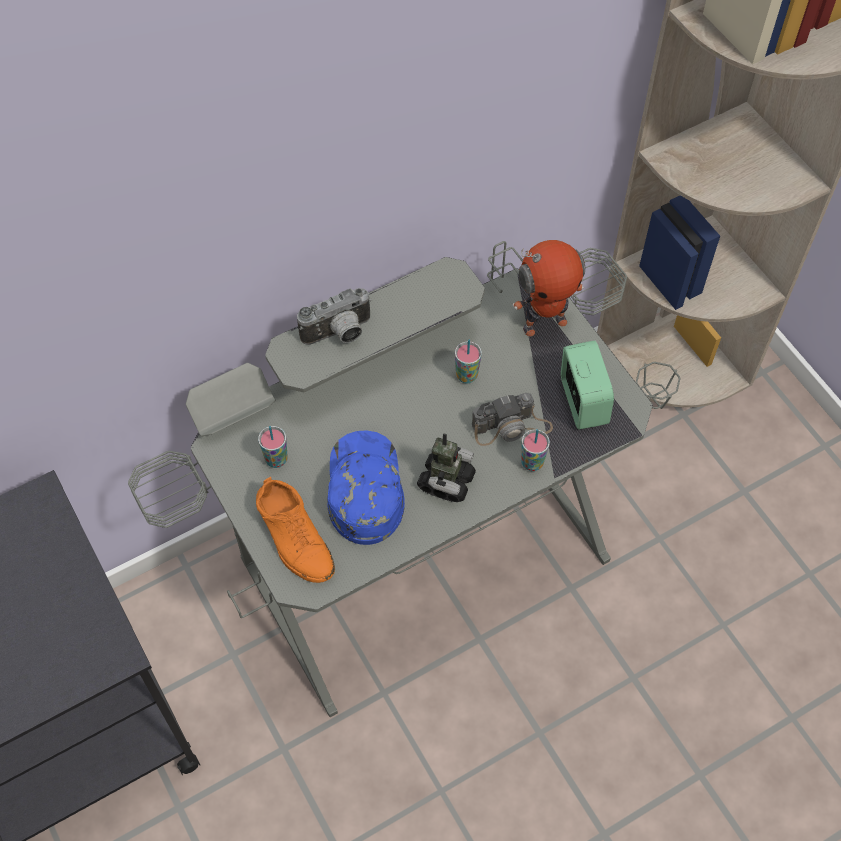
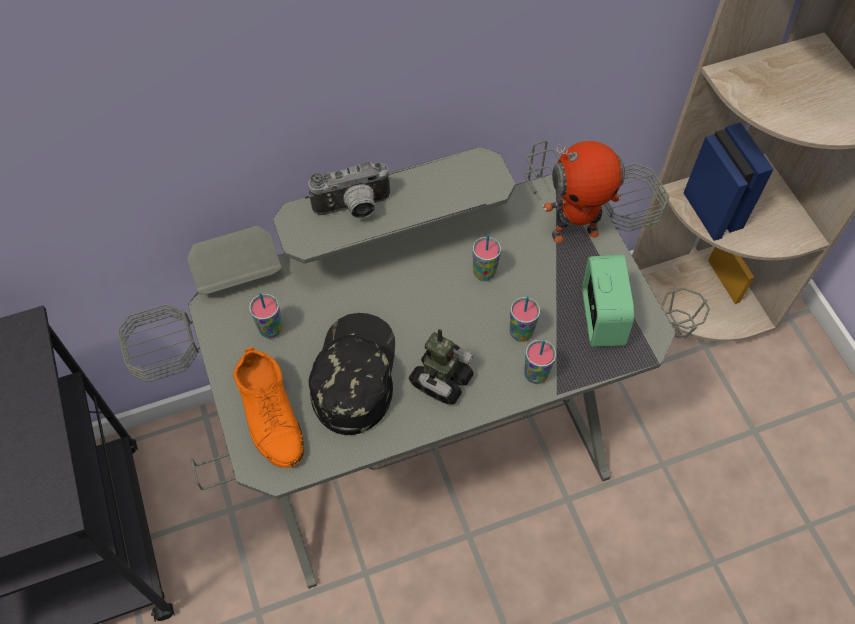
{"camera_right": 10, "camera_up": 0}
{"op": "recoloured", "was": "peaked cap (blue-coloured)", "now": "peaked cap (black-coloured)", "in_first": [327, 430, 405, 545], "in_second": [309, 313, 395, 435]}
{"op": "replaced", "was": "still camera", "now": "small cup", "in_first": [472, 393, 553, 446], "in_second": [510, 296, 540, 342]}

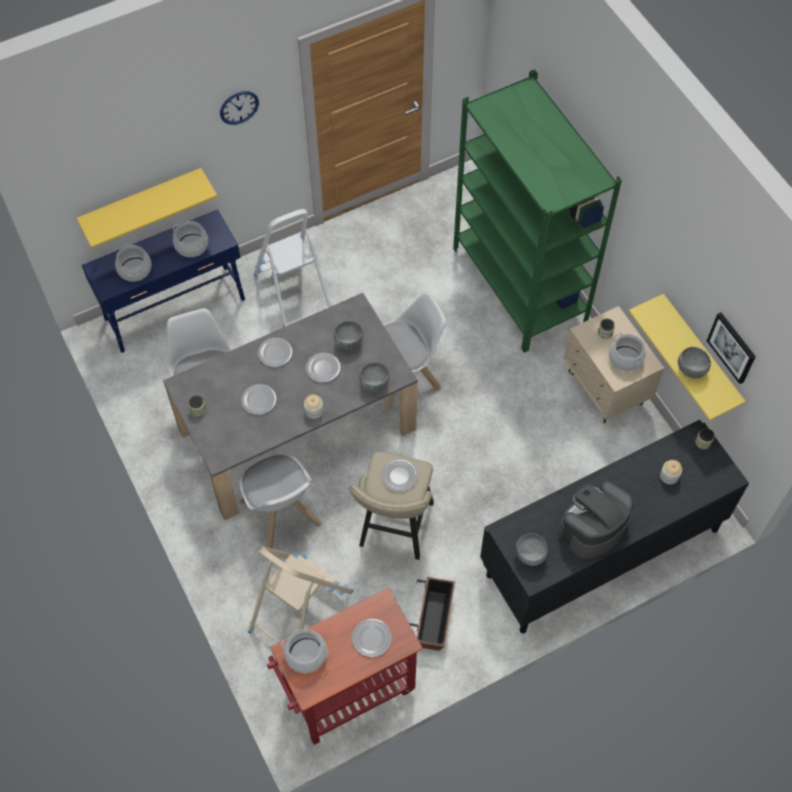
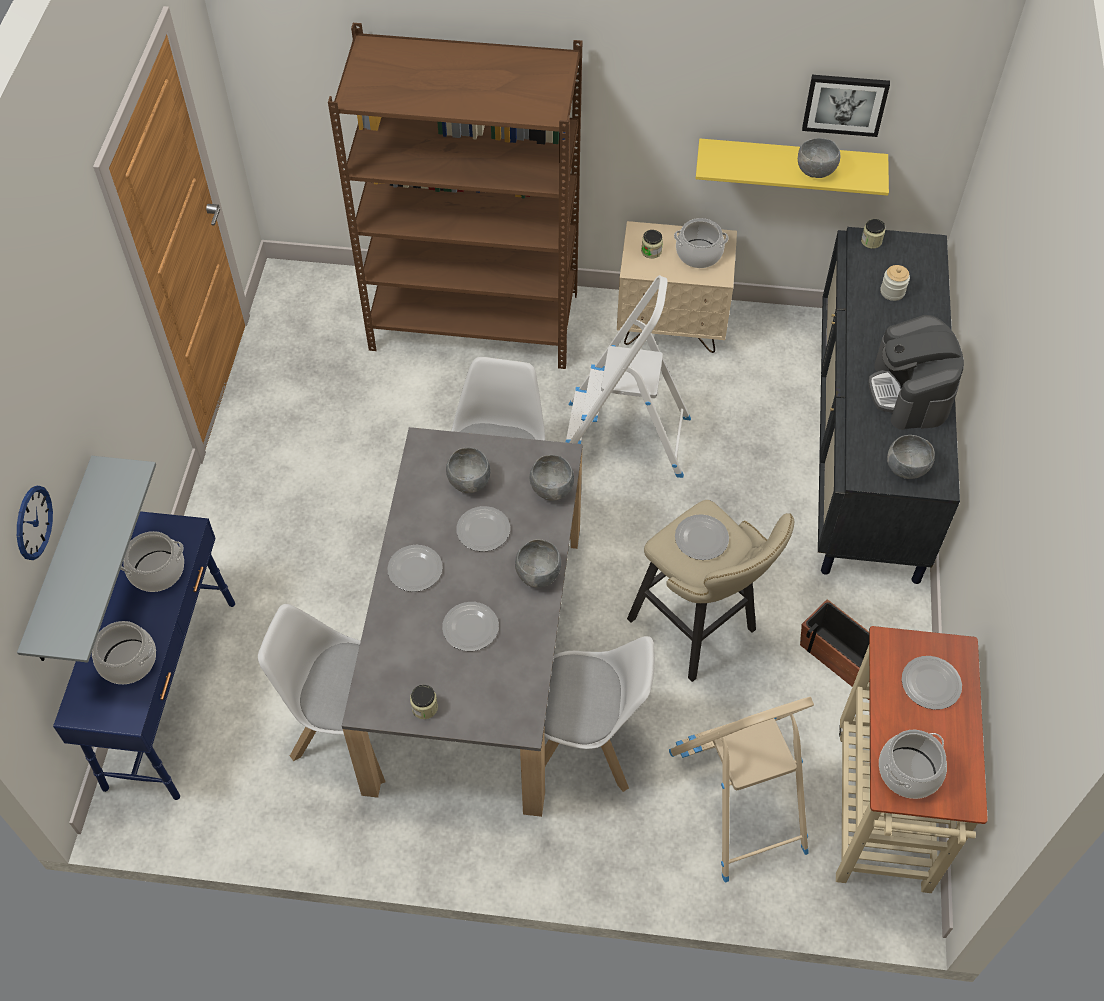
{"camera_right": -55, "camera_up": -5}
{"op": "recoloured", "was": "bracket shelf (yellowish)", "now": "bracket shelf (greyish)", "in_first": [77, 168, 217, 248], "in_second": [17, 456, 156, 663]}
{"op": "moved", "was": "wall clock", "in_first": [220, 91, 259, 125], "in_second": [17, 486, 53, 560]}
{"op": "moved", "was": "stepladder (white-coloured)", "in_first": [254, 209, 331, 327], "in_second": [565, 275, 691, 478]}
{"op": "recoloured", "was": "cart (red-coloured)", "now": "cart (beige-coloured)", "in_first": [267, 588, 422, 745], "in_second": [836, 626, 988, 893]}
{"op": "replaced", "was": "preserve jar", "now": "bowl (greyish)", "in_first": [304, 394, 323, 419], "in_second": [515, 539, 561, 588]}
{"op": "recoloured", "was": "shelving unit (greenish)", "now": "shelving unit (brown-coloured)", "in_first": [453, 69, 622, 353], "in_second": [328, 23, 582, 369]}

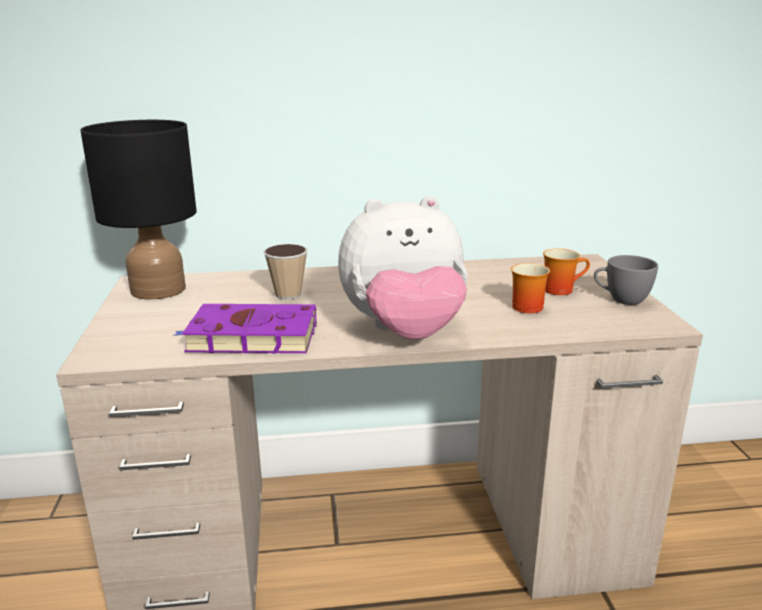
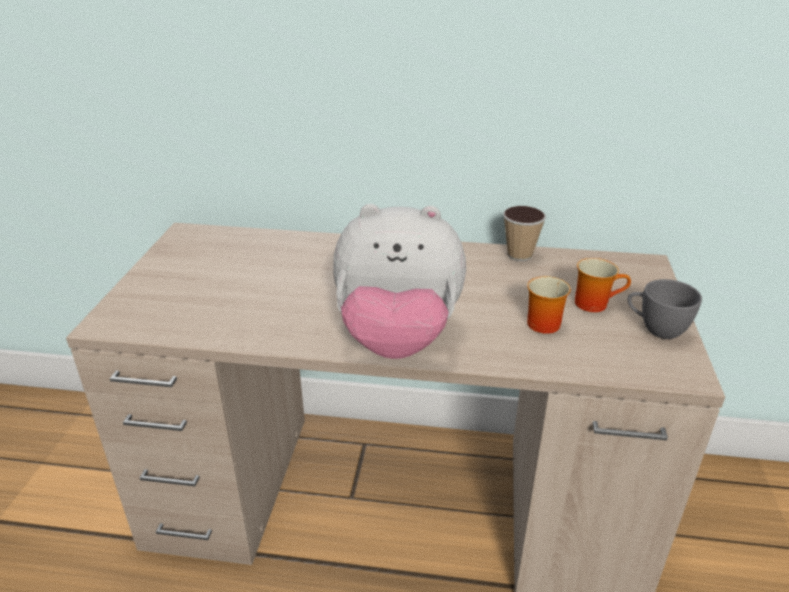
{"camera_right": 15, "camera_up": 10}
{"op": "removed", "was": "tabletop lamp (black-coloured)", "in_first": [80, 120, 197, 299]}
{"op": "removed", "was": "bound book (purplish)", "in_first": [174, 304, 317, 354]}
{"op": "moved", "was": "small cup", "in_first": [264, 244, 307, 300], "in_second": [503, 206, 546, 261]}

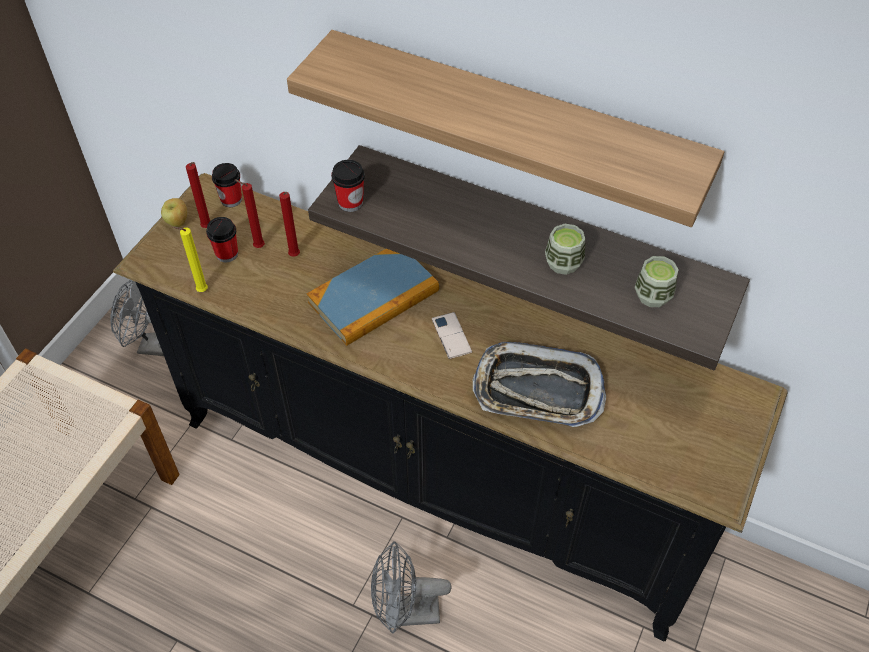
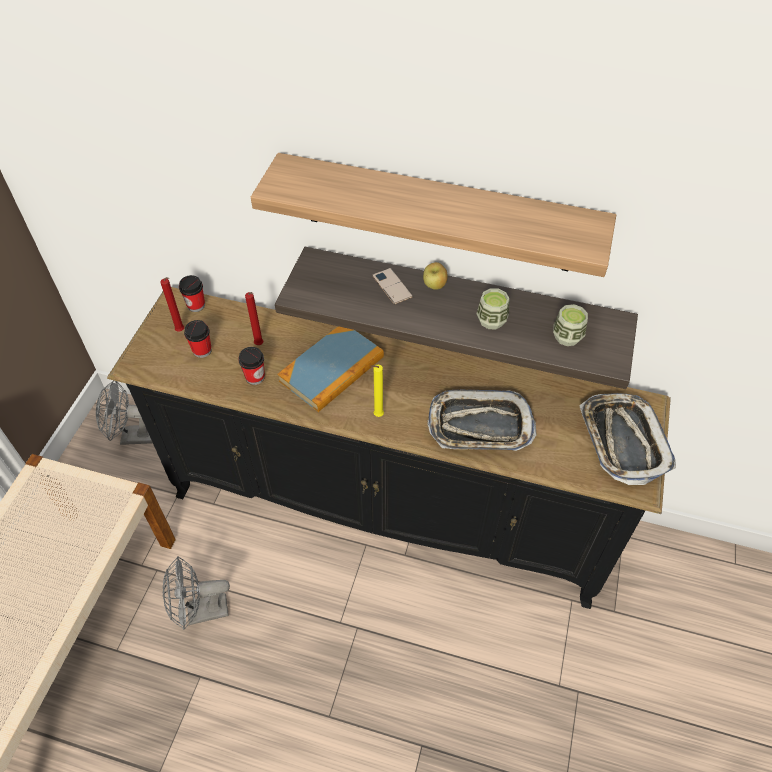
{"camera_right": -10, "camera_up": 0}
{"op": "moved", "was": "apple", "in_first": [161, 198, 187, 227], "in_second": [423, 262, 448, 290]}
{"op": "moved", "was": "wax light (yellowish)", "in_first": [172, 227, 208, 292], "in_second": [370, 365, 384, 417]}
{"op": "removed", "was": "wax light (red-coloured)", "in_first": [235, 180, 265, 248]}
{"op": "moved", "was": "small cup", "in_first": [331, 160, 365, 212], "in_second": [238, 347, 265, 385]}
{"op": "moved", "was": "fan (greyish)", "in_first": [371, 541, 451, 633], "in_second": [163, 556, 230, 630]}
{"op": "moved", "was": "handset", "in_first": [432, 312, 472, 359], "in_second": [372, 268, 413, 304]}
{"op": "added", "now": "tray", "in_second": [579, 393, 676, 485]}

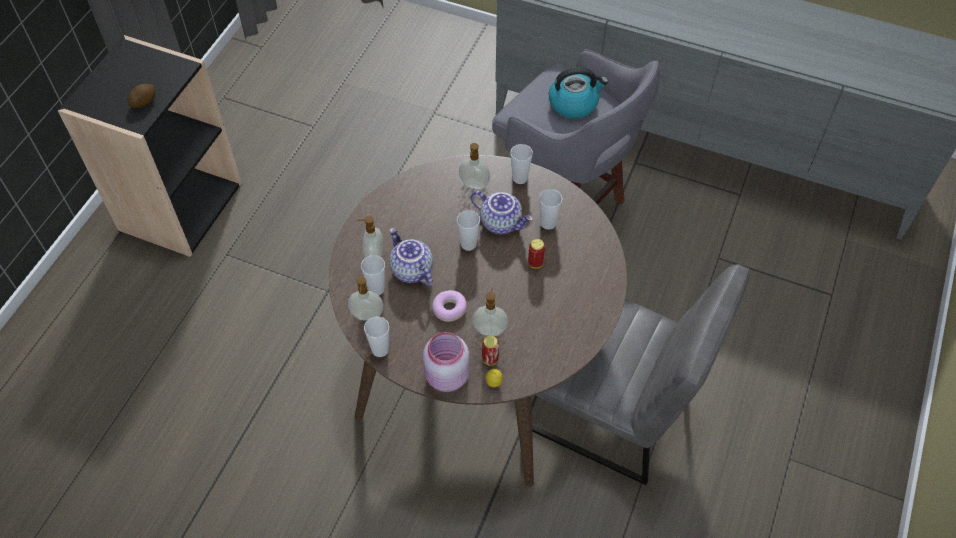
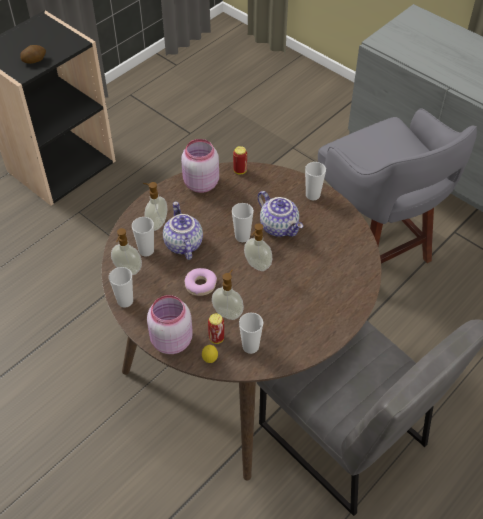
{"camera_right": 20, "camera_up": -5}
{"op": "moved", "was": "liquid soap bottle", "in_first": [459, 143, 490, 190], "in_second": [244, 223, 272, 271]}
{"op": "moved", "was": "metal can", "in_first": [528, 239, 545, 268], "in_second": [233, 146, 247, 174]}
{"op": "moved", "was": "small cup", "in_first": [539, 189, 563, 230], "in_second": [239, 312, 264, 354]}
{"op": "removed", "was": "water kettle", "in_first": [549, 67, 608, 119]}
{"op": "added", "now": "preserve jar (pink-coloured)", "in_second": [181, 139, 219, 193]}

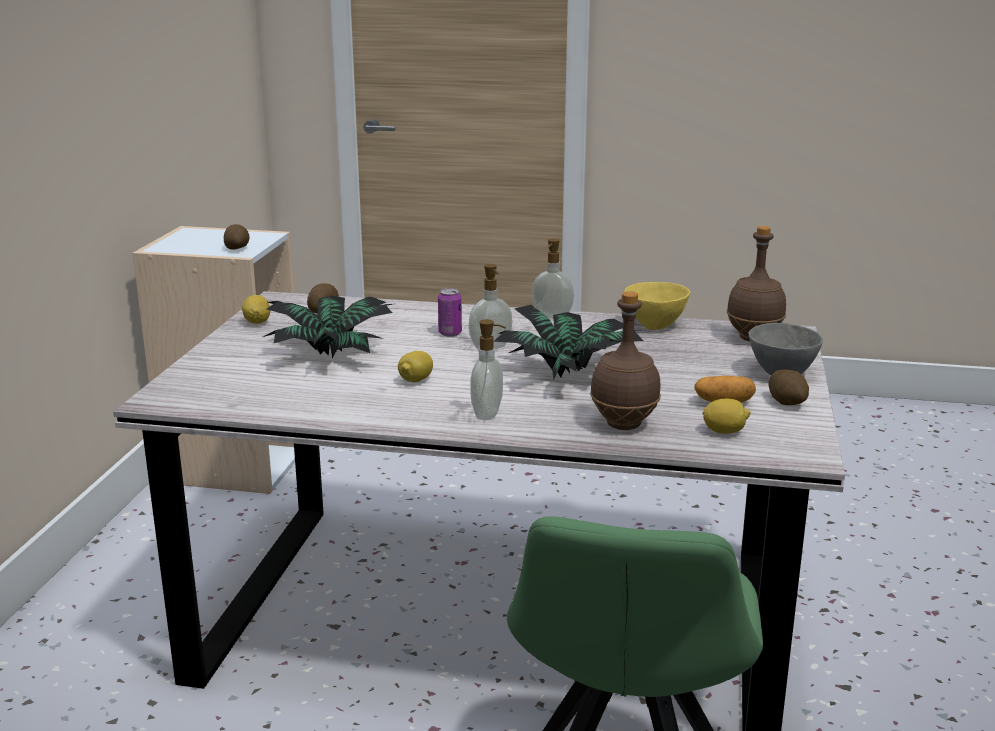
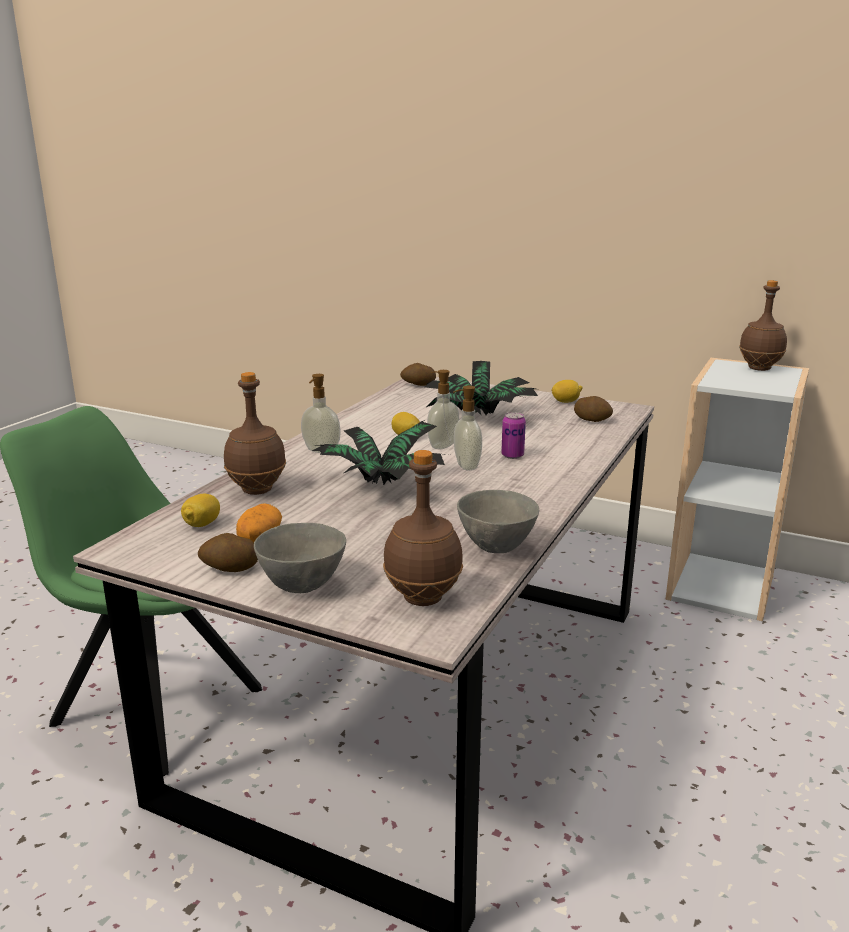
{"camera_right": 105, "camera_up": 0}
{"op": "moved", "was": "whole potato", "in_first": [224, 224, 250, 250], "in_second": [400, 363, 436, 386]}
{"op": "moved", "was": "liquid soap bottle", "in_first": [531, 239, 574, 319], "in_second": [427, 370, 459, 449]}
{"op": "recoloured", "was": "bowl (yellowish)", "now": "bowl (greyish)", "in_first": [625, 282, 690, 330], "in_second": [457, 490, 539, 553]}
{"op": "added", "now": "bottle (brown-coloured)", "in_second": [739, 280, 787, 371]}

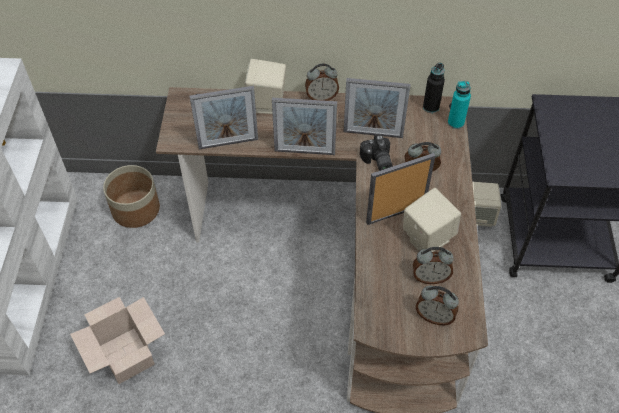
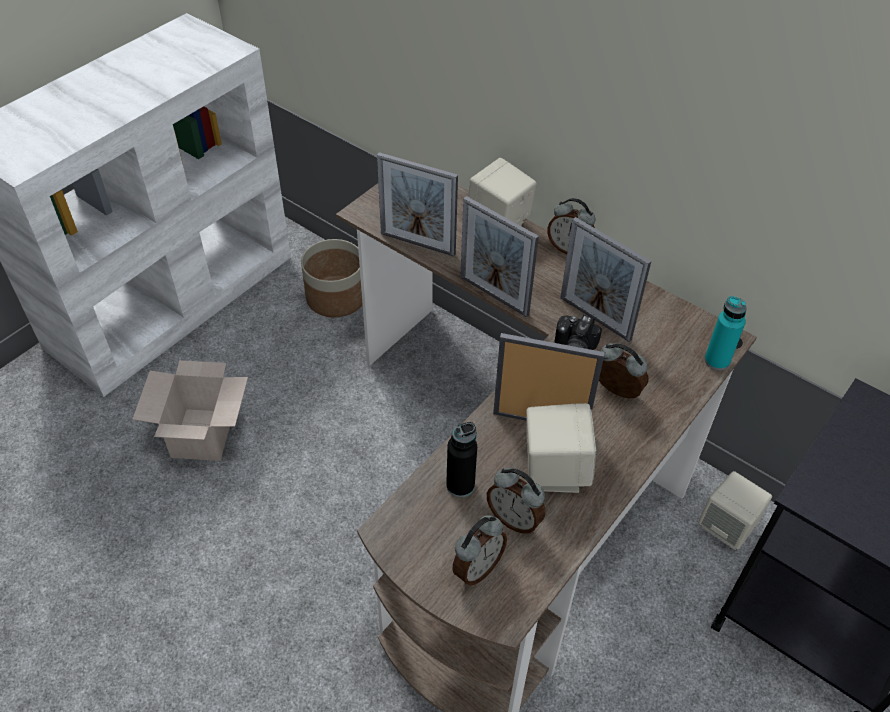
{"camera_right": 35, "camera_up": -5}
{"op": "turned", "was": "table clock", "in_first": [416, 285, 459, 325], "in_second": [452, 515, 507, 586], "clockwise": -105}
{"op": "moved", "was": "bottle (black-coloured)", "in_first": [423, 63, 445, 113], "in_second": [446, 422, 477, 497]}

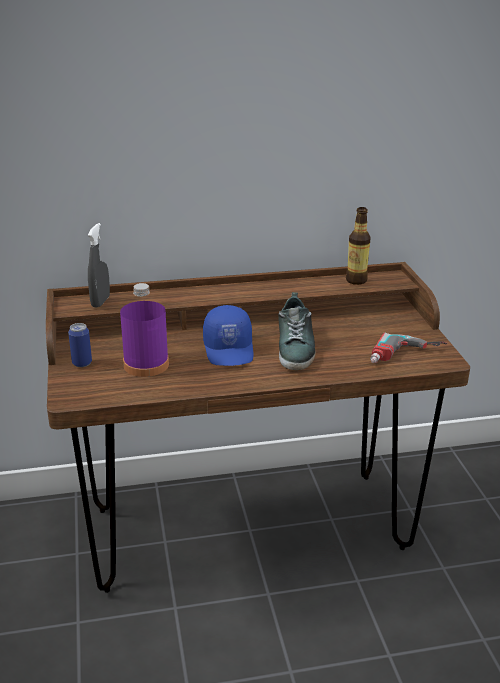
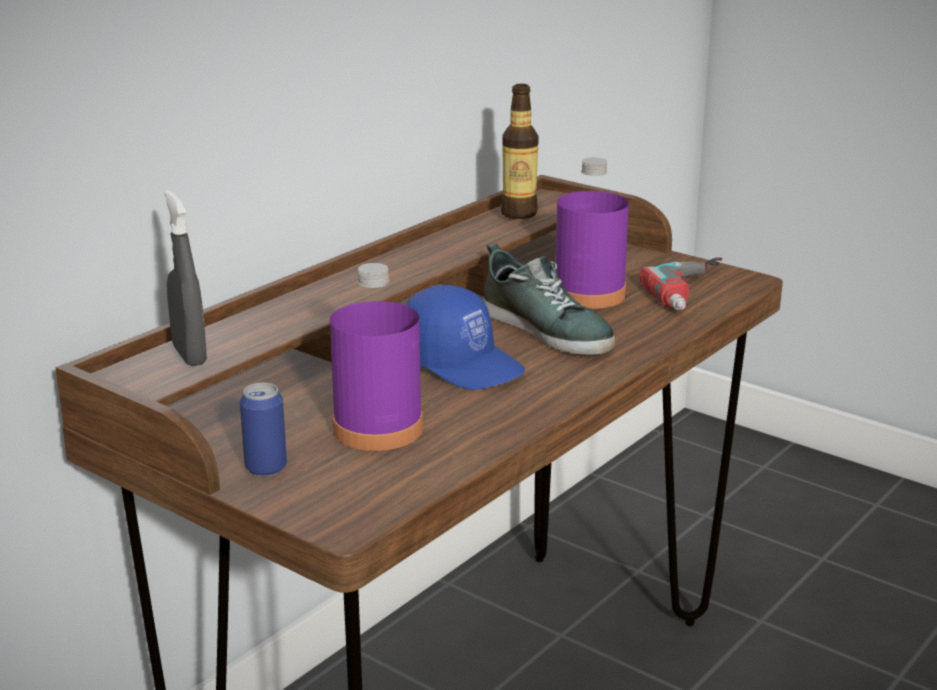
{"camera_right": -40, "camera_up": -5}
{"op": "added", "now": "bottle (purplish)", "in_second": [555, 157, 629, 309]}

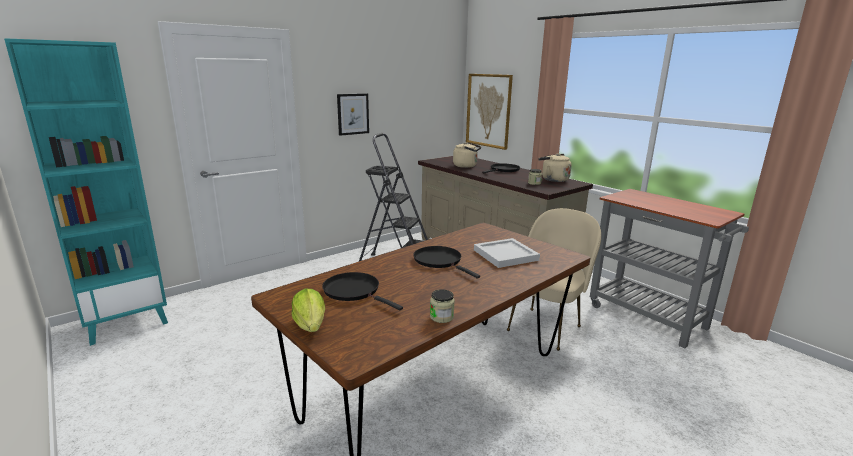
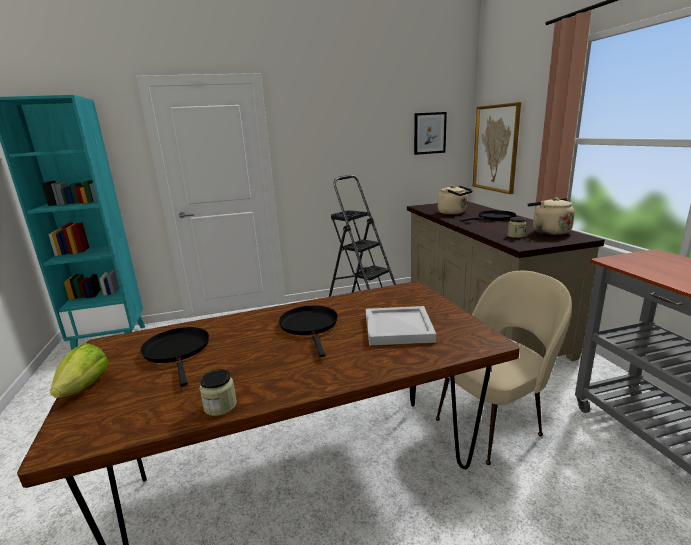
{"camera_right": 25, "camera_up": 0}
{"op": "moved", "was": "wall picture", "in_first": [337, 93, 369, 136], "in_second": [414, 112, 447, 155]}

